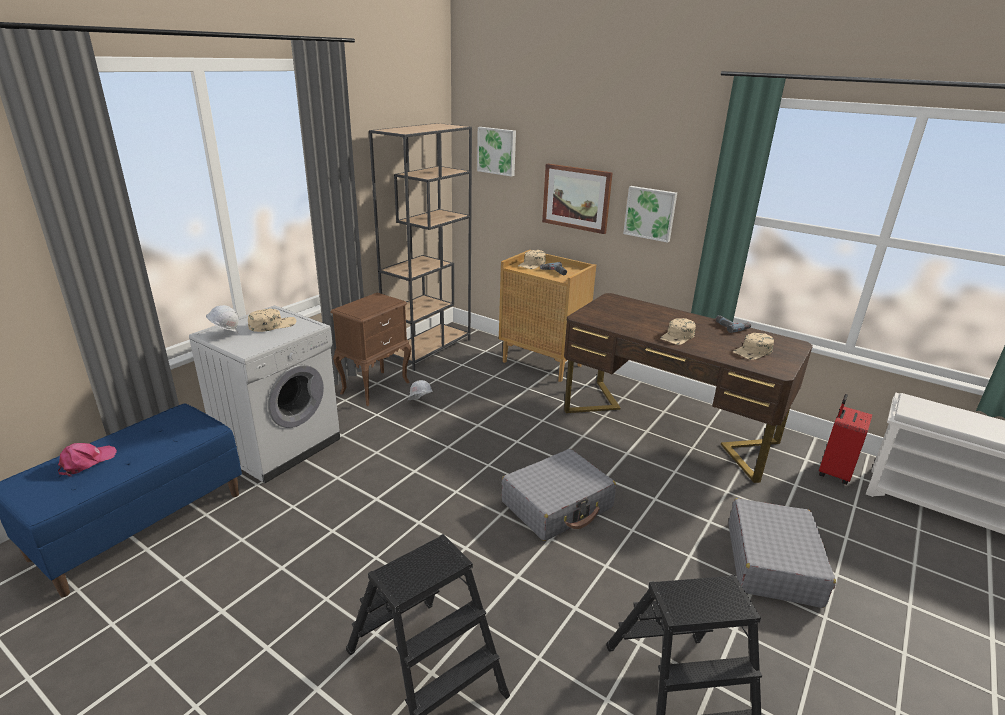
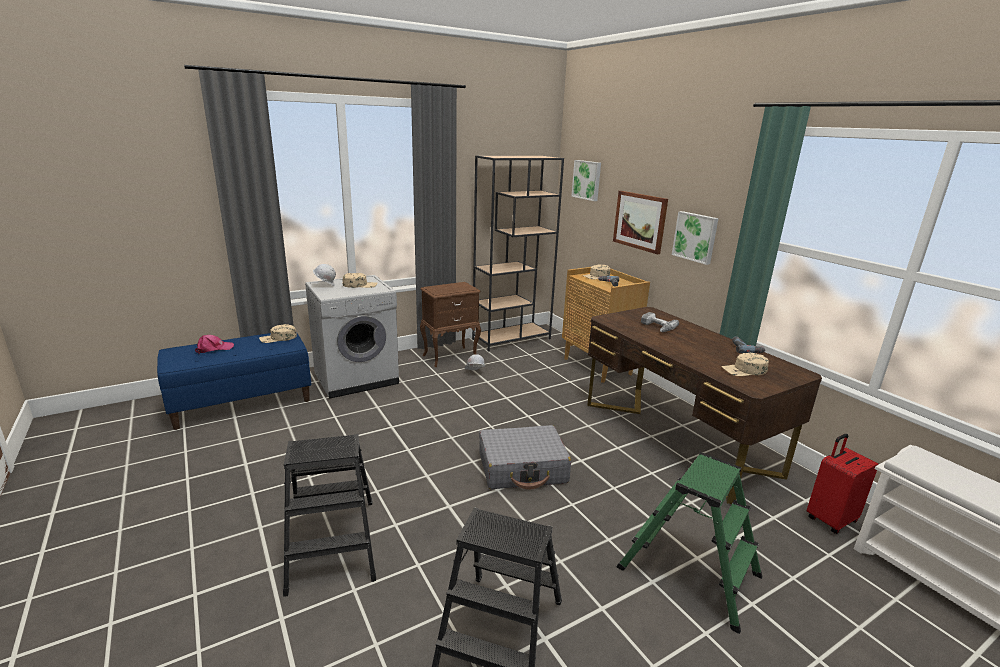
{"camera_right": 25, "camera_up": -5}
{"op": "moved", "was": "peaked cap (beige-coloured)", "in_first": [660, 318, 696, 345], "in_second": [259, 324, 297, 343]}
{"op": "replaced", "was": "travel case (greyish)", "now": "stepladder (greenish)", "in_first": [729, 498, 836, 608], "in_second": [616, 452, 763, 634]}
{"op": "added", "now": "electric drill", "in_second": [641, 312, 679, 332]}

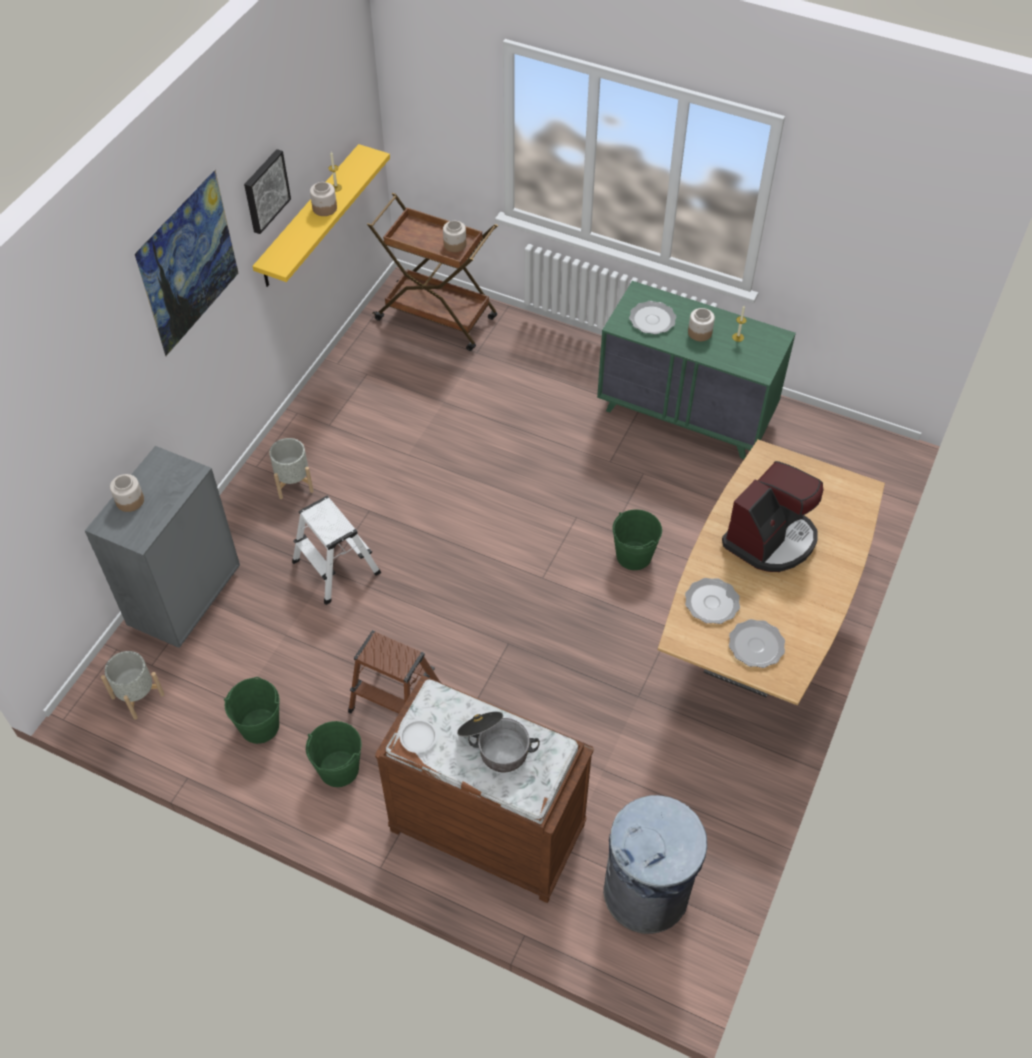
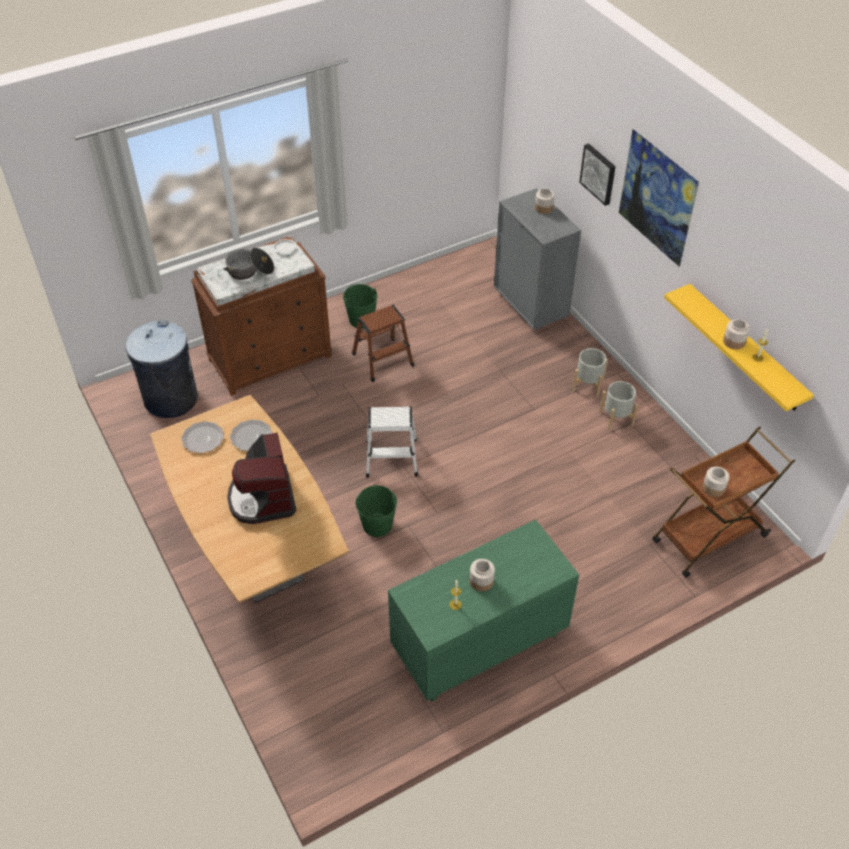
{"camera_right": 125, "camera_up": -5}
{"op": "moved", "was": "flower pot (greyish)", "in_first": [101, 651, 165, 720], "in_second": [599, 381, 638, 430]}
{"op": "removed", "was": "pail (greenish)", "in_first": [224, 677, 280, 744]}
{"op": "moved", "was": "wall picture", "in_first": [244, 149, 291, 234], "in_second": [579, 143, 615, 206]}
{"op": "moved", "was": "stepladder (white-coloured)", "in_first": [292, 495, 381, 605], "in_second": [366, 406, 418, 478]}
{"op": "removed", "was": "dinner plate", "in_first": [629, 301, 676, 334]}

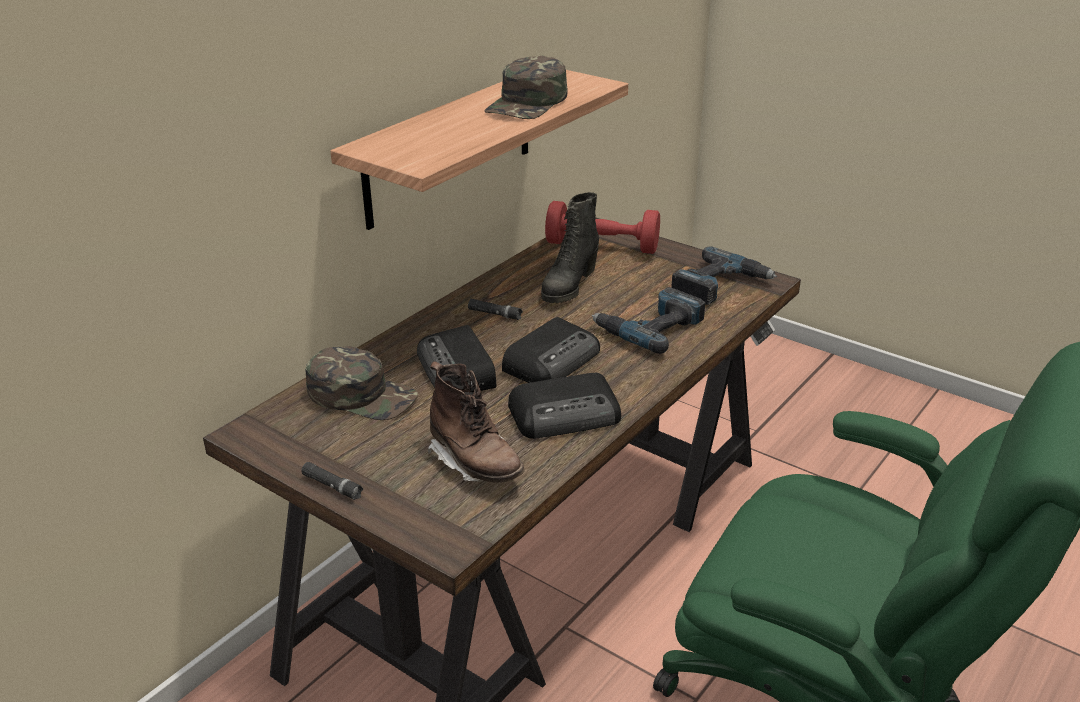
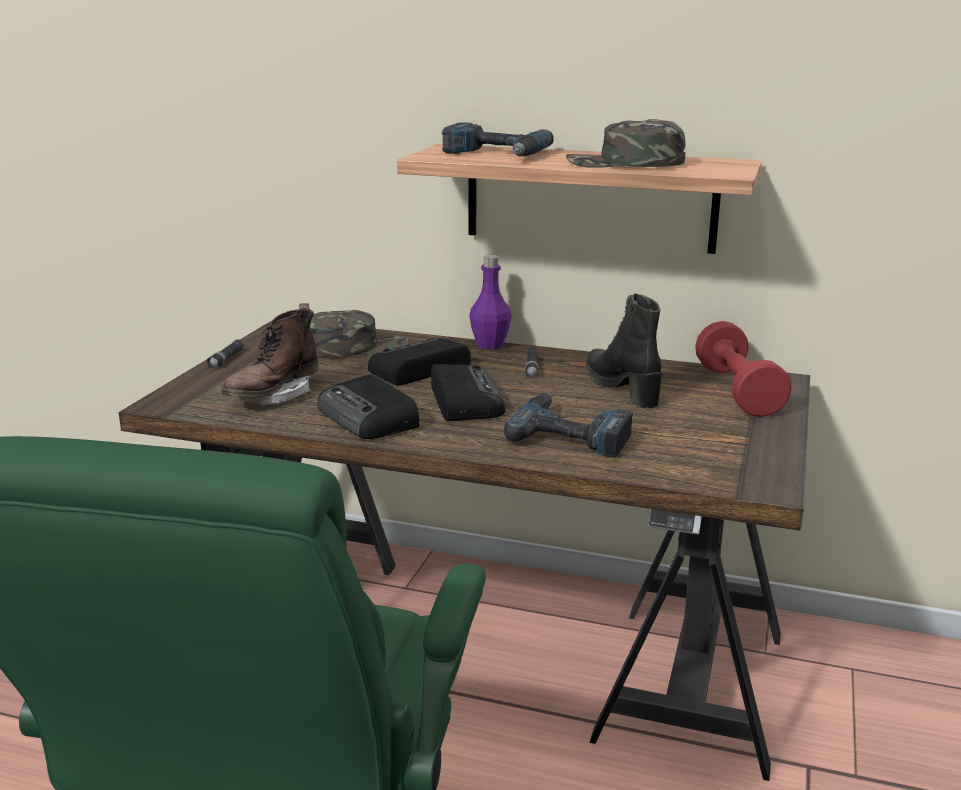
{"camera_right": 70, "camera_up": -10}
{"op": "turned", "was": "peaked cap (greenish)", "in_first": [305, 346, 418, 420], "in_second": [310, 310, 408, 357], "clockwise": -105}
{"op": "turned", "was": "radio set", "in_first": [502, 317, 600, 383], "in_second": [431, 364, 505, 421], "clockwise": -120}
{"op": "turned", "was": "high-top boot (black-coloured)", "in_first": [541, 192, 599, 303], "in_second": [586, 293, 662, 408], "clockwise": 60}
{"op": "moved", "was": "electric drill", "in_first": [671, 246, 777, 305], "in_second": [442, 122, 554, 157]}
{"op": "added", "now": "bottle (purplish)", "in_second": [469, 255, 511, 350]}

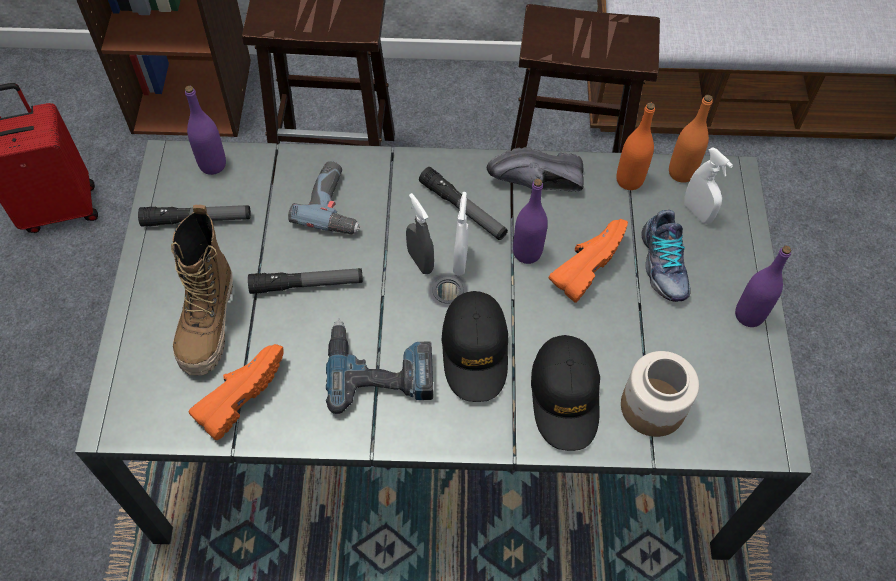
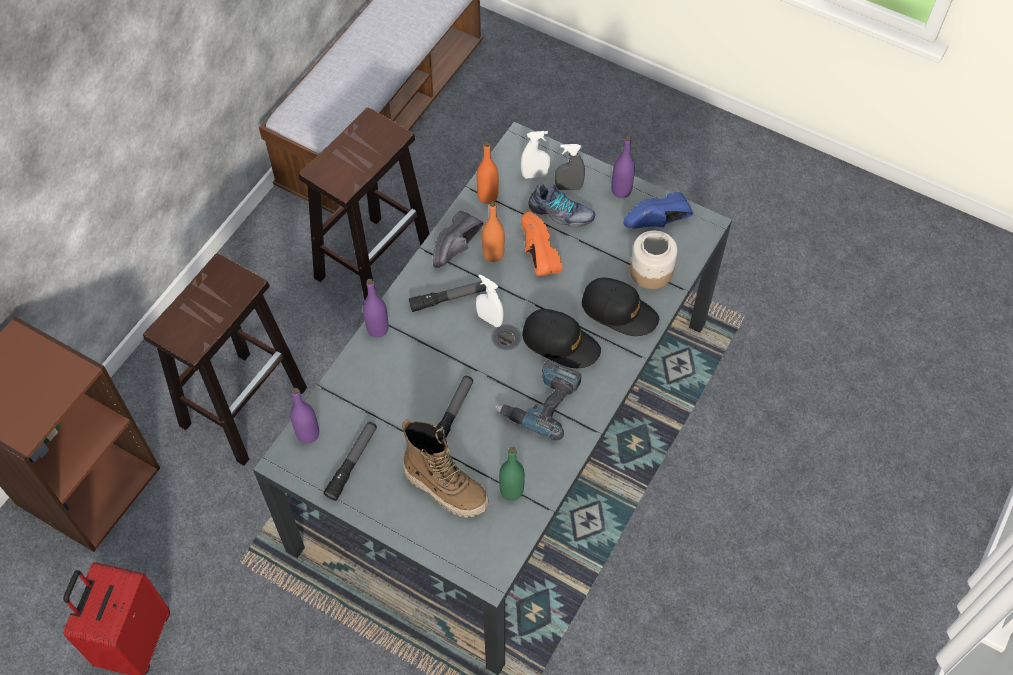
{"camera_right": -60, "camera_up": 0}
{"op": "replaced", "was": "shoe (orange-coloured)", "now": "bottle (greenish)", "in_first": [189, 344, 284, 440], "in_second": [499, 447, 525, 501]}
{"op": "removed", "was": "electric drill", "in_first": [288, 161, 360, 235]}
{"op": "moved", "was": "sprayer (greyish)", "in_first": [406, 193, 434, 274], "in_second": [555, 144, 585, 190]}
{"op": "moved", "was": "bottle (purplish)", "in_first": [513, 179, 548, 264], "in_second": [363, 279, 389, 338]}
{"op": "moved", "was": "bottle (orange-coloured)", "in_first": [669, 95, 713, 183], "in_second": [482, 201, 505, 262]}
{"op": "added", "now": "shoe (blue-coloured)", "in_second": [623, 192, 693, 228]}

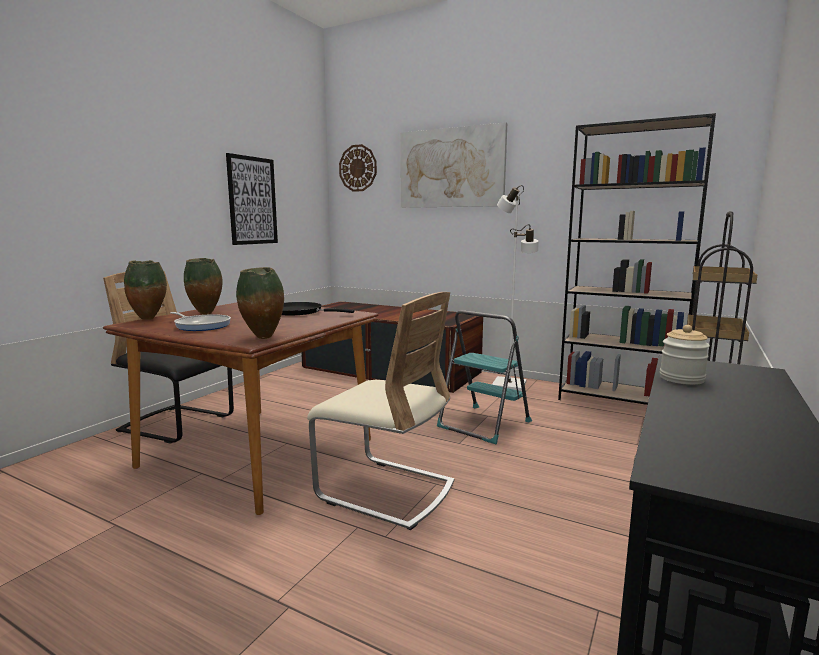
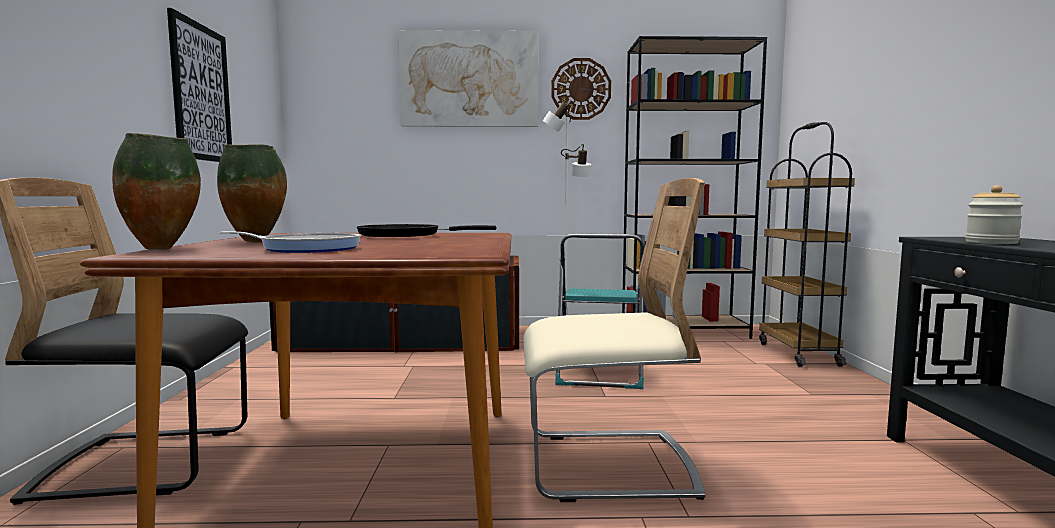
{"camera_right": -30, "camera_up": -5}
{"op": "removed", "was": "flower vase", "in_first": [236, 267, 284, 339]}
{"op": "moved", "was": "wall clock", "in_first": [339, 144, 377, 192], "in_second": [551, 58, 611, 120]}

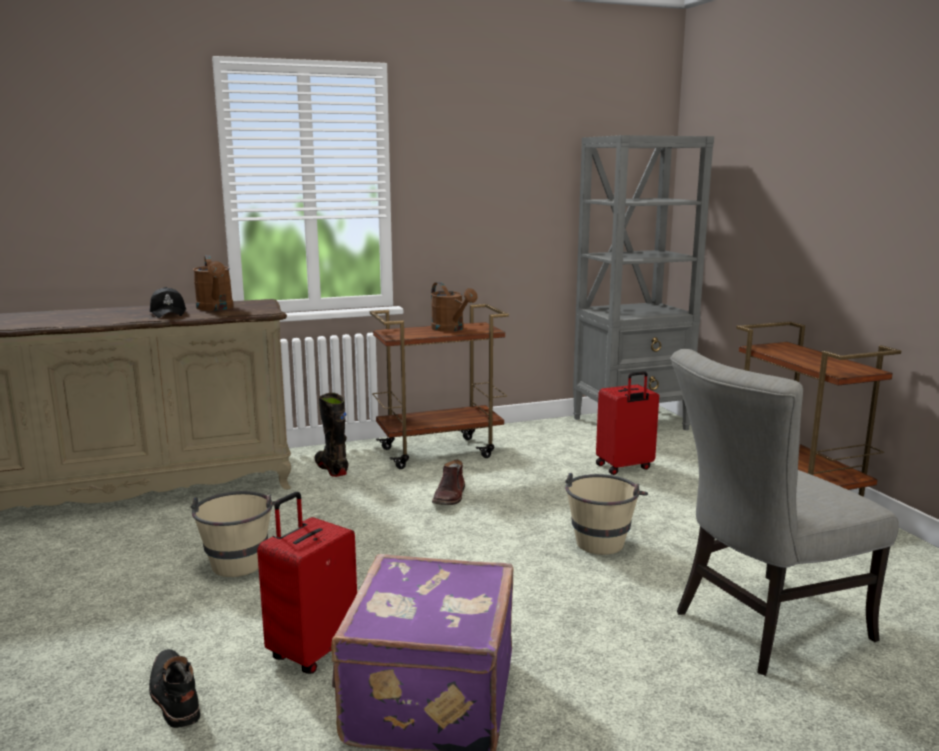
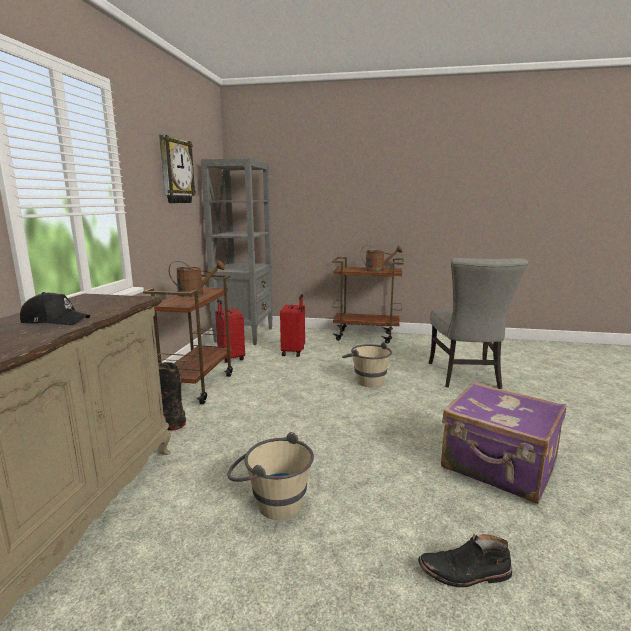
{"camera_right": -60, "camera_up": 0}
{"op": "moved", "was": "sprinkling can (brown-coloured)", "in_first": [193, 255, 233, 311], "in_second": [361, 245, 402, 272]}
{"op": "moved", "was": "travel case (red-coloured)", "in_first": [257, 492, 357, 674], "in_second": [215, 299, 245, 363]}
{"op": "removed", "was": "high-top boot (brown-coloured)", "in_first": [432, 460, 465, 505]}
{"op": "added", "now": "wall clock", "in_second": [159, 135, 196, 203]}

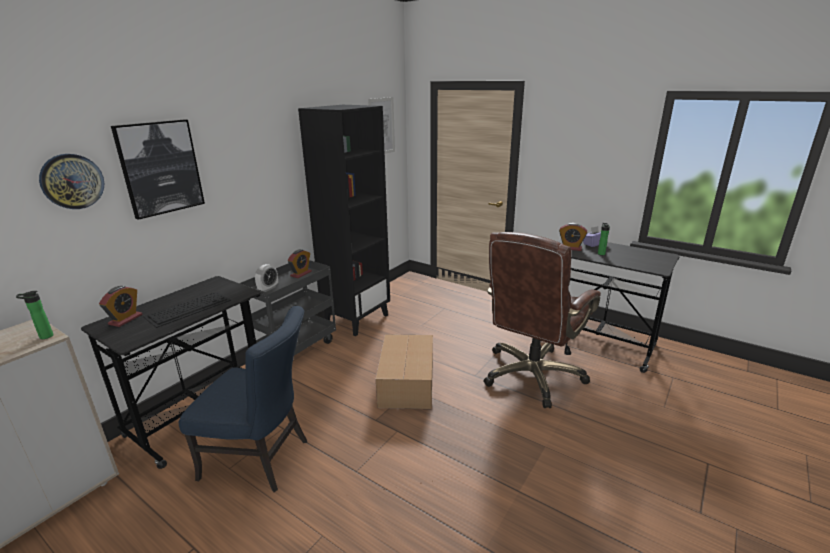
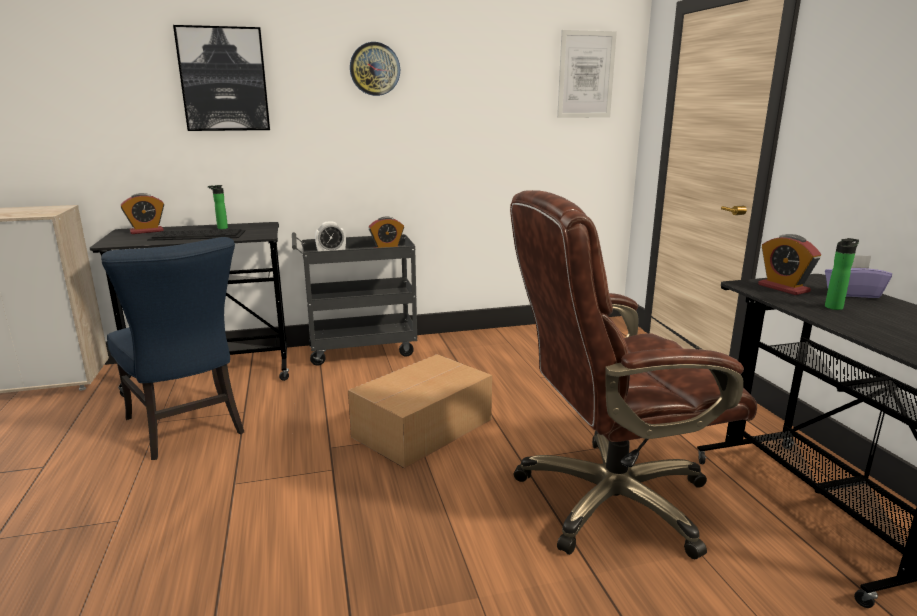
{"camera_right": 40, "camera_up": -5}
{"op": "moved", "was": "bottle", "in_first": [16, 291, 54, 339], "in_second": [208, 185, 228, 229]}
{"op": "moved", "was": "wall clock", "in_first": [39, 154, 104, 209], "in_second": [350, 42, 400, 96]}
{"op": "removed", "was": "shelving unit (black-coloured)", "in_first": [298, 105, 390, 336]}

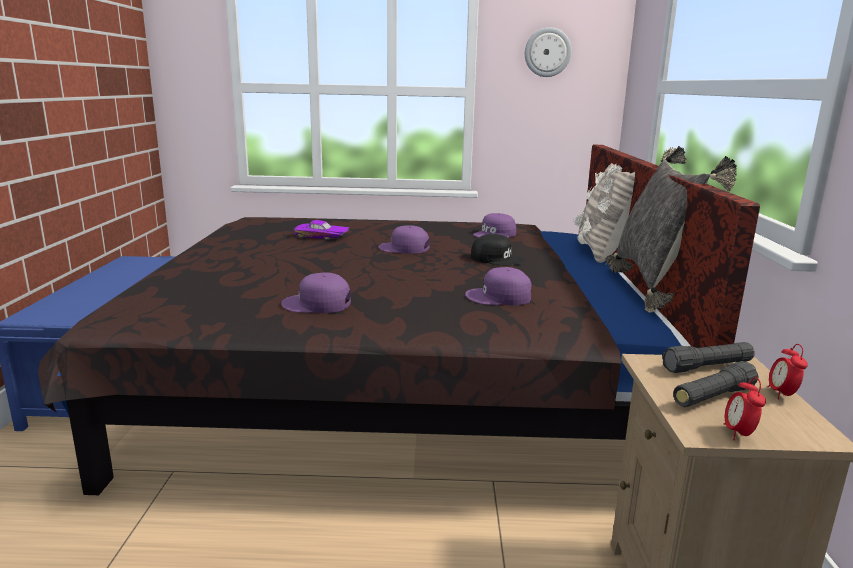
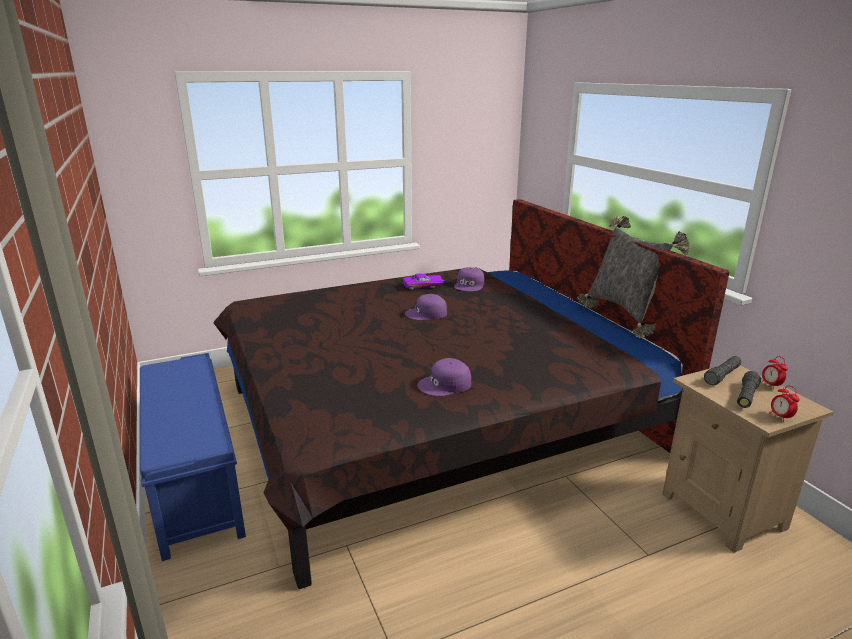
{"camera_right": -25, "camera_up": 5}
{"op": "moved", "was": "miniature car (purplish)", "in_first": [294, 220, 350, 240], "in_second": [403, 273, 444, 290]}
{"op": "removed", "was": "peaked cap (purplish)", "in_first": [465, 267, 531, 306]}
{"op": "removed", "was": "peaked cap (black-coloured)", "in_first": [471, 234, 525, 266]}
{"op": "removed", "was": "wall clock", "in_first": [525, 27, 572, 77]}
{"op": "removed", "was": "pillow (beige-coloured)", "in_first": [573, 163, 635, 263]}

